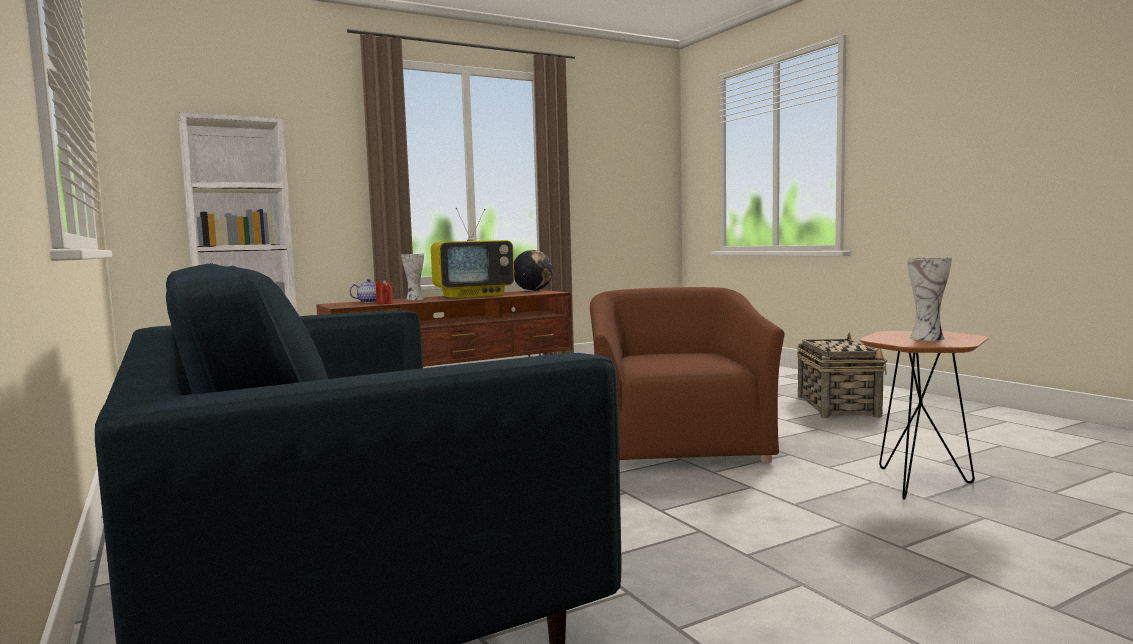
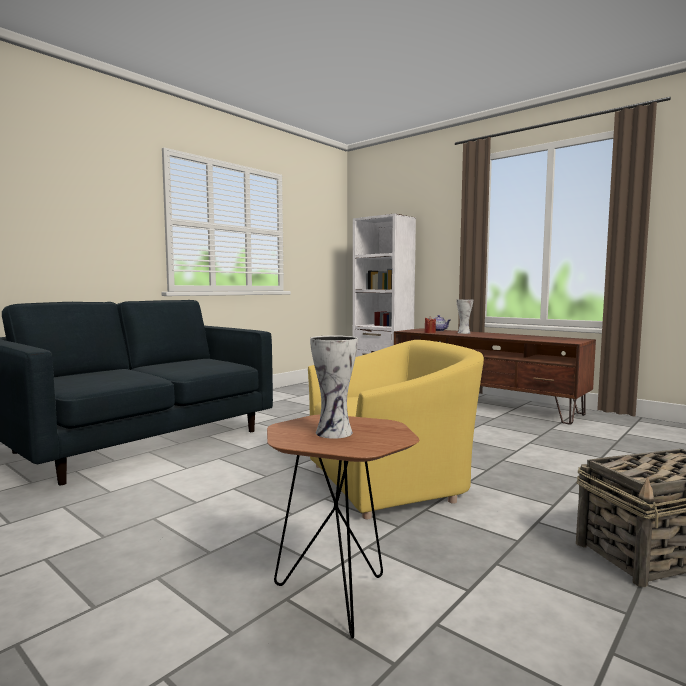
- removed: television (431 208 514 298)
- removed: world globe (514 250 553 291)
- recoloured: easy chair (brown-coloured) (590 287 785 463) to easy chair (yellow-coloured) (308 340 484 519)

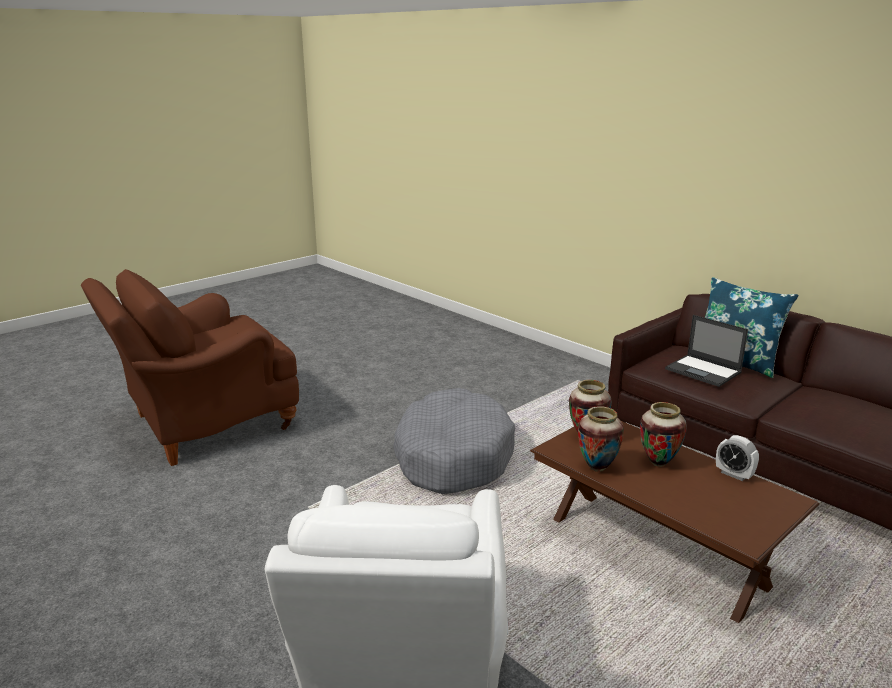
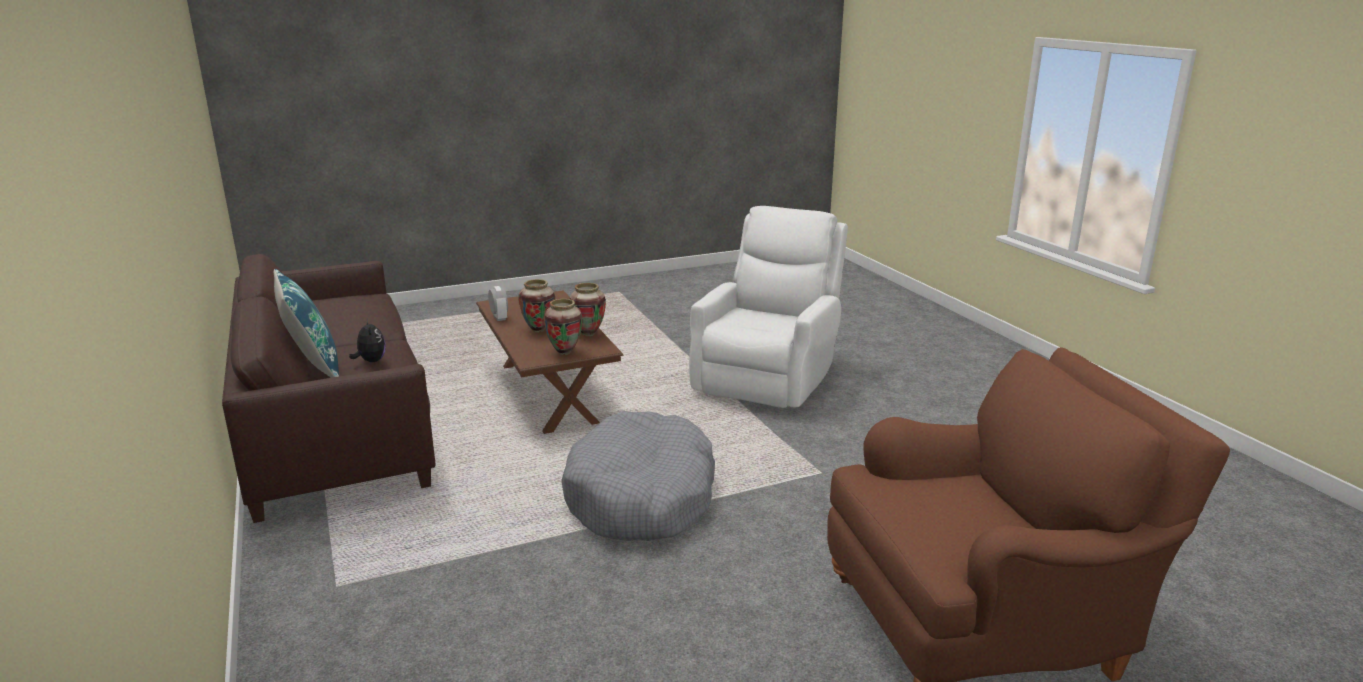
- replaced: portable computer (665 315 748 387) to plush toy (349 319 386 362)

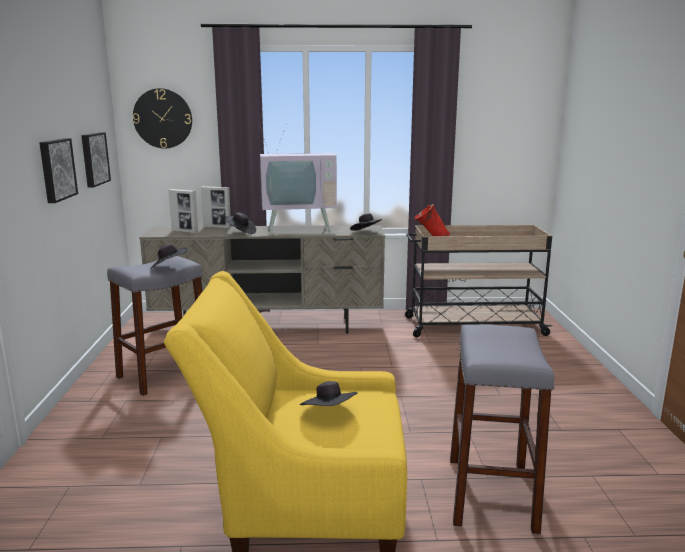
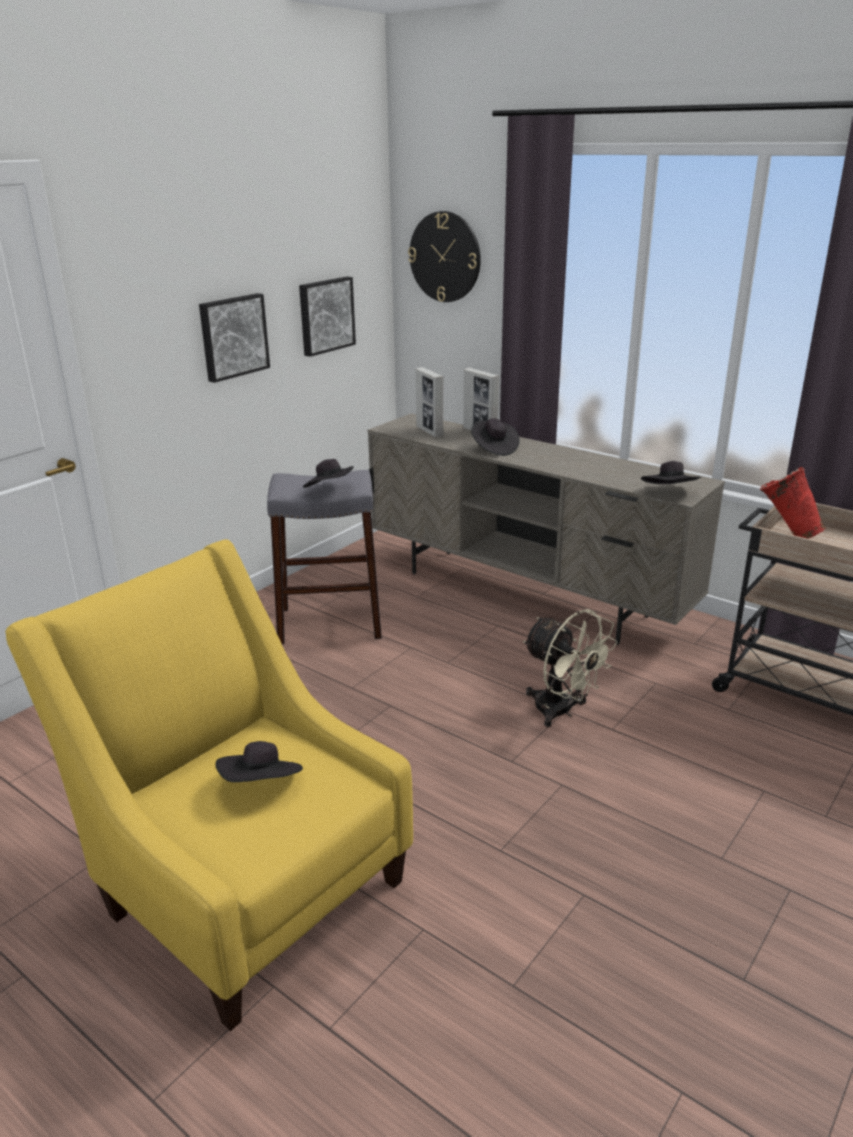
- removed: television (259 122 337 235)
- removed: stool seat (gray) (450 325 554 534)
- added: electric fan (beige-coloured) (523 609 618 727)

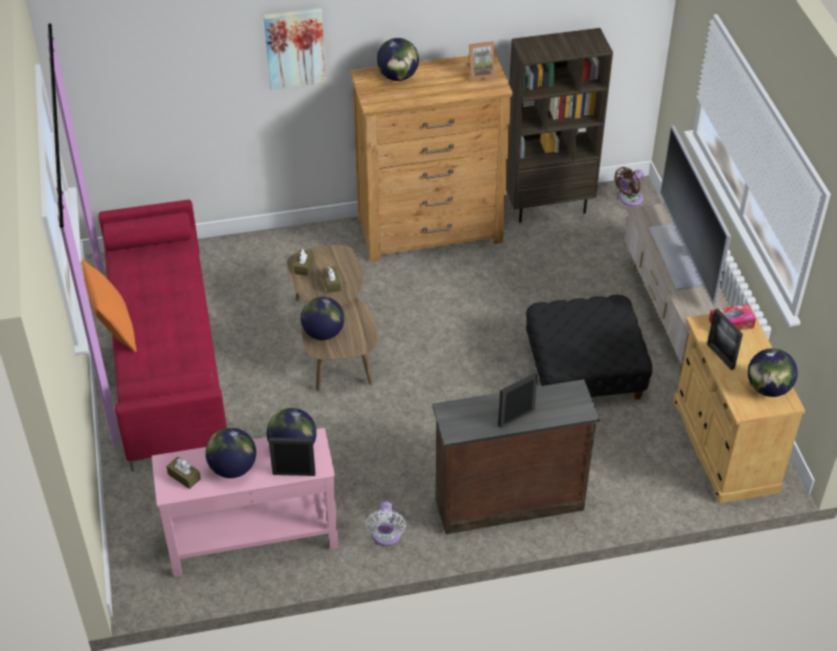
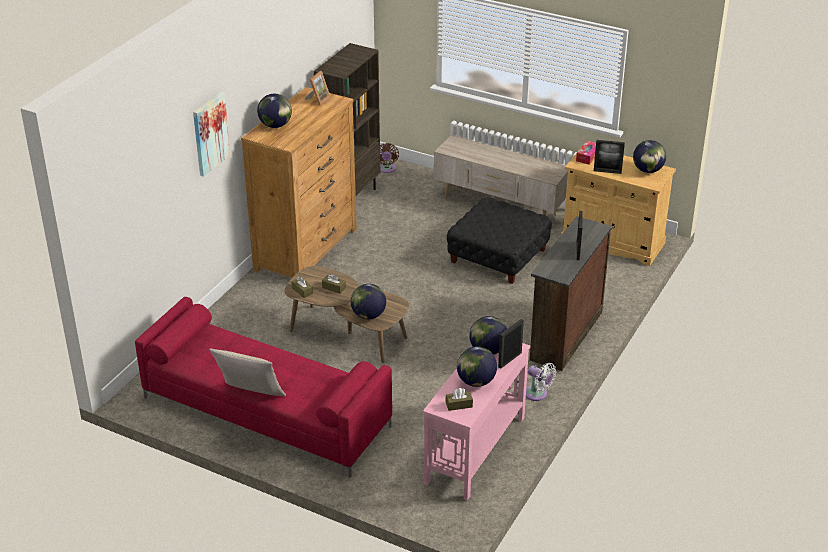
- recoloured: throw pillow (orange-coloured) (82 259 137 352) to throw pillow (beige-coloured) (209 349 286 396)
- removed: television (649 125 731 305)

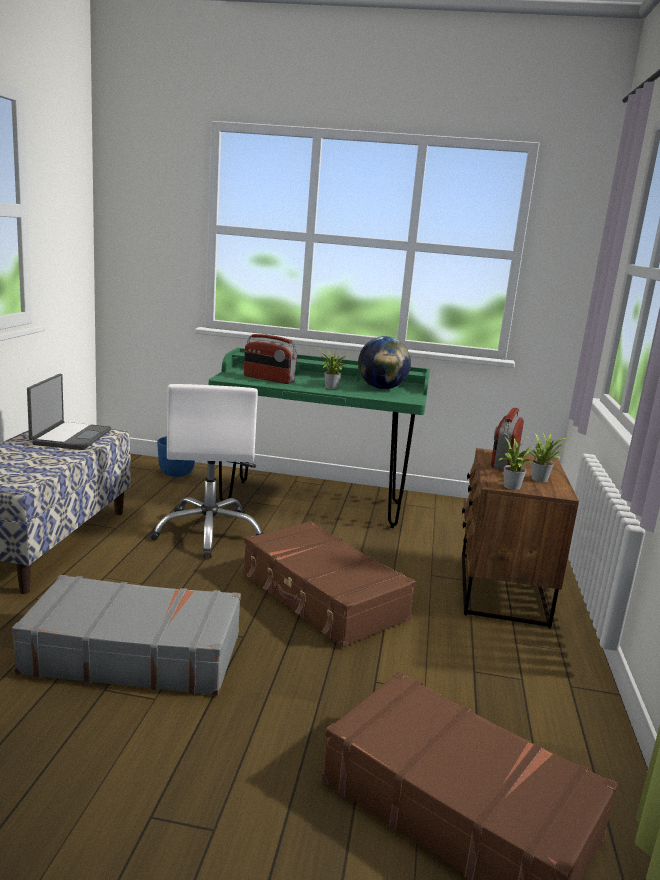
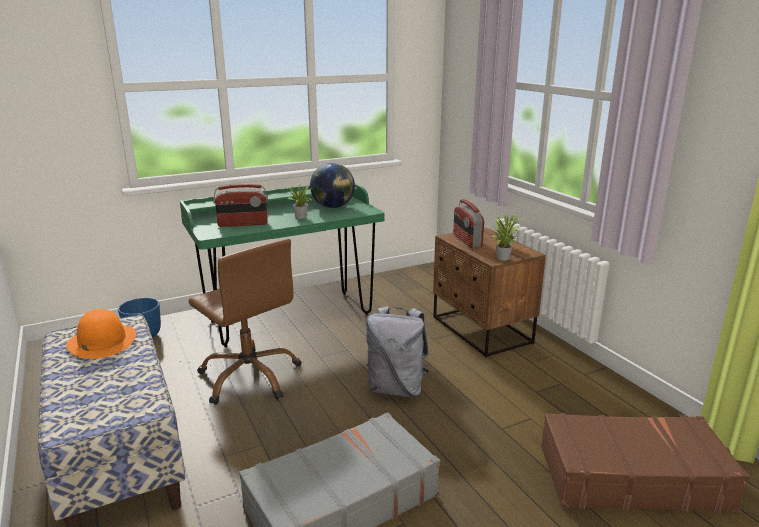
- replaced: portable computer (27 374 111 450) to wearable hat (orange-coloured) (66 309 136 359)
- recoloured: office chair (white-coloured) (149 384 263 558) to office chair (brown-coloured) (189 239 301 405)
- replaced: suitcase (brown-coloured) (243 521 416 648) to backpack (gray) (366 306 429 397)

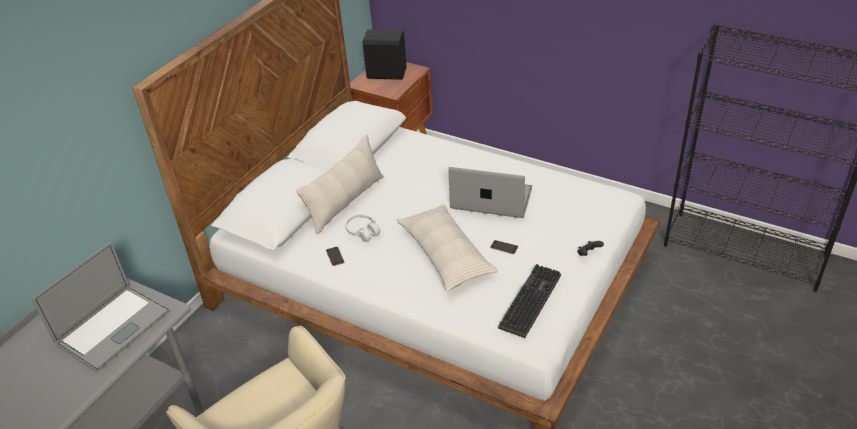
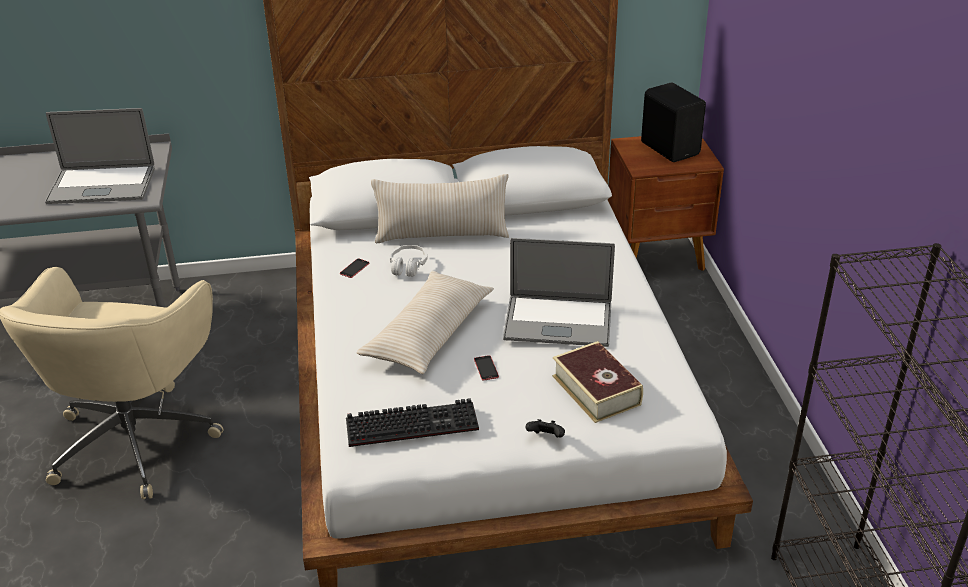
- turned: portable computer (448 167 532 218) = (503 238 615 347) 120 degrees clockwise
- added: volume (552 341 643 423)

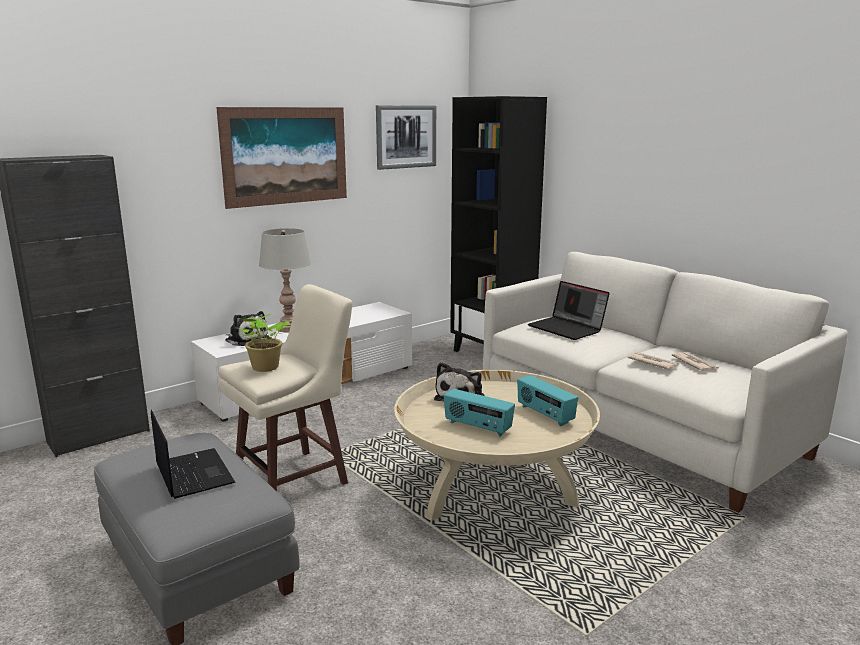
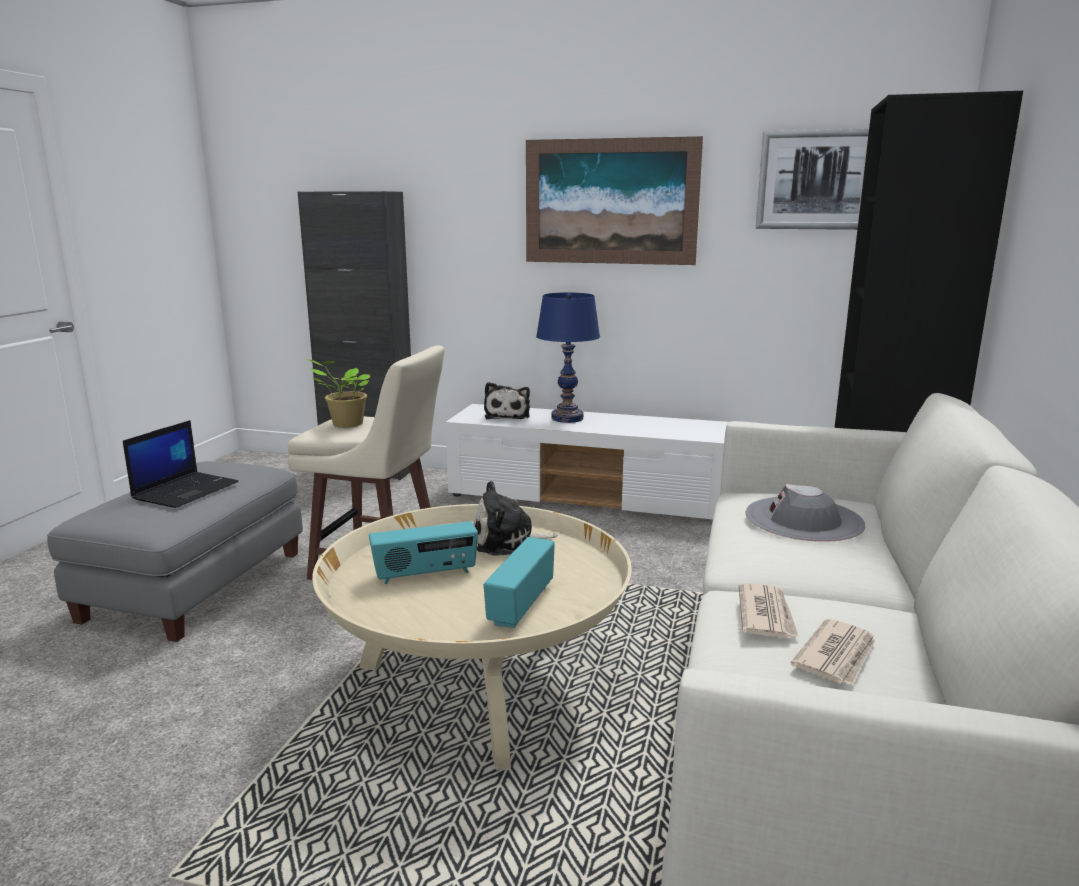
- recoloured: table lamp (gray) (259 228 311 332) to table lamp (bluish) (536 292 600 423)
- turned: radio set (443 389 515 437) = (369 521 478 584) 105 degrees counterclockwise
- replaced: portable computer (528 281 610 340) to wearable hat (gray) (746 484 865 542)

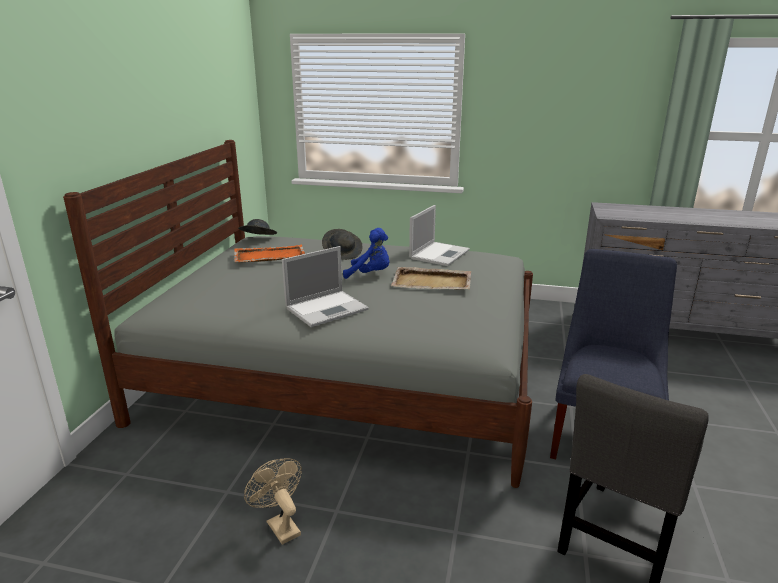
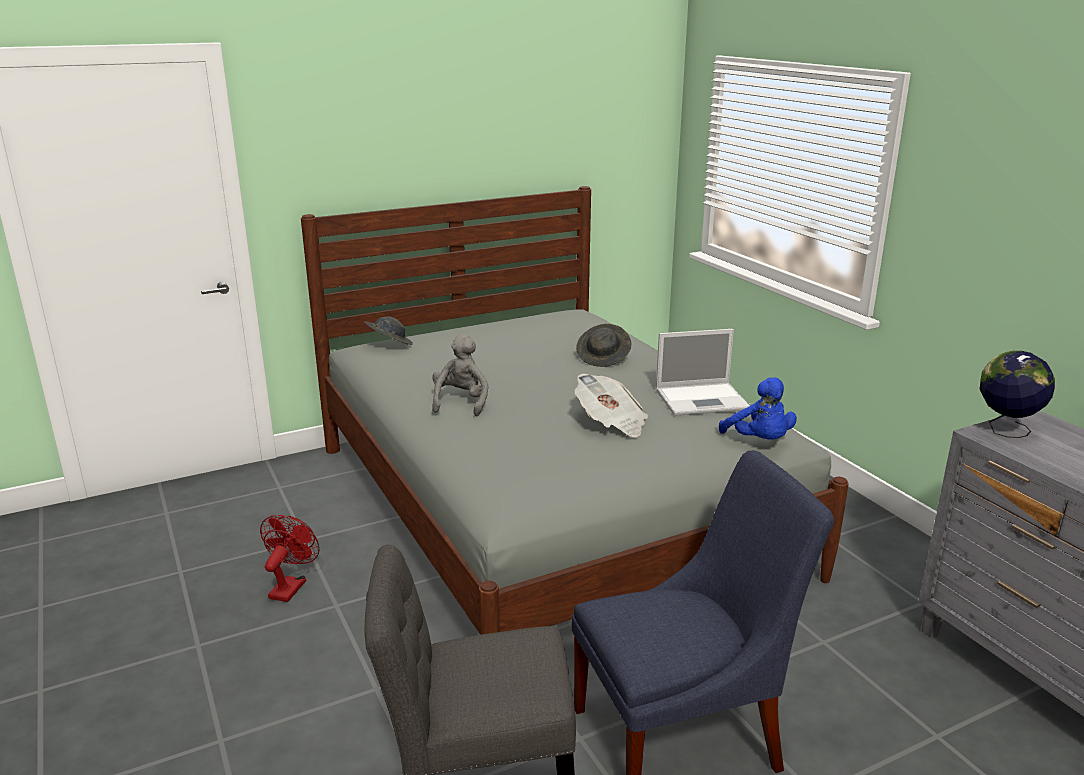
- removed: carrying tray (orange-coloured) (234 245 305 262)
- moved: wearable hat (gray) (238 219 277 235) to (364 316 413 345)
- recoloured: electric fan (beige-coloured) (244 458 302 545) to electric fan (red) (260 515 320 602)
- replaced: portable computer (282 246 369 327) to plush toy (gray) (432 334 488 416)
- moved: plush toy (bluish) (343 228 390 279) to (719 377 797 440)
- replaced: carrying tray (beige-coloured) (391 267 471 289) to printed paper (574 373 648 438)
- added: world globe (980 351 1055 438)

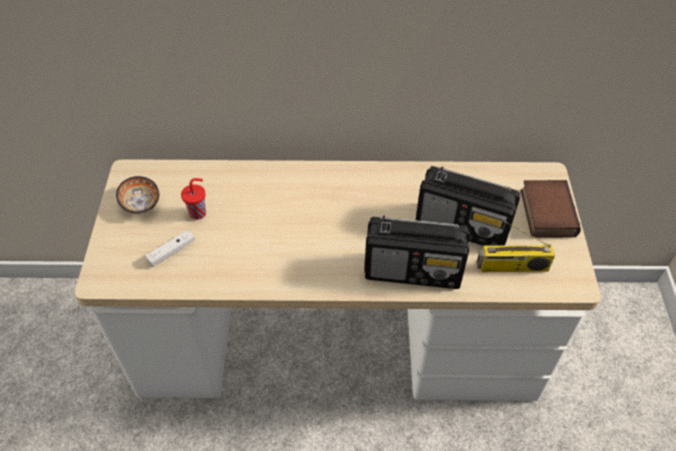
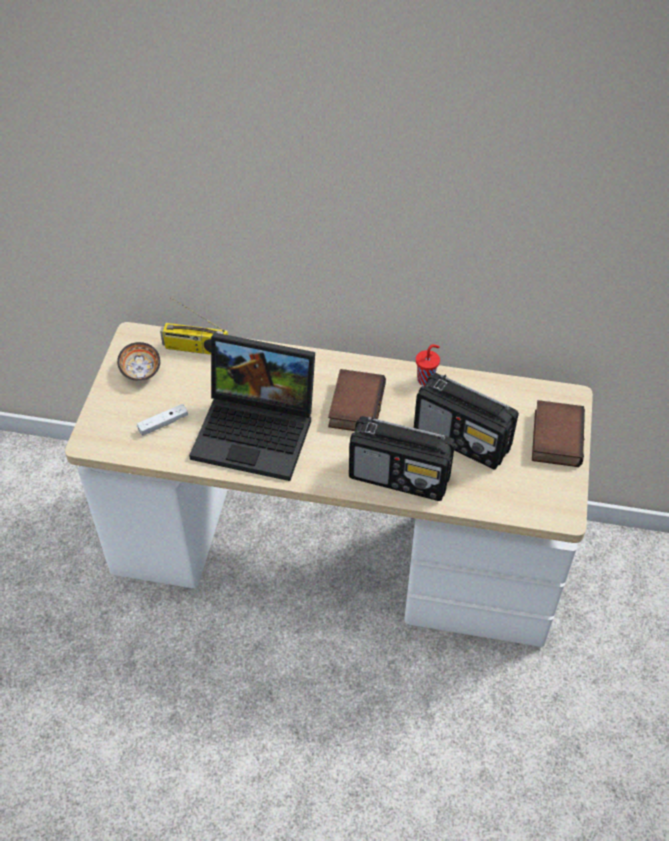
- moved: small cup (red) (181 178 206 220) to (416 344 440 386)
- moved: radio set (477 220 555 272) to (160 297 228 355)
- added: portable computer (189 333 315 481)
- added: volume (328 369 386 431)

